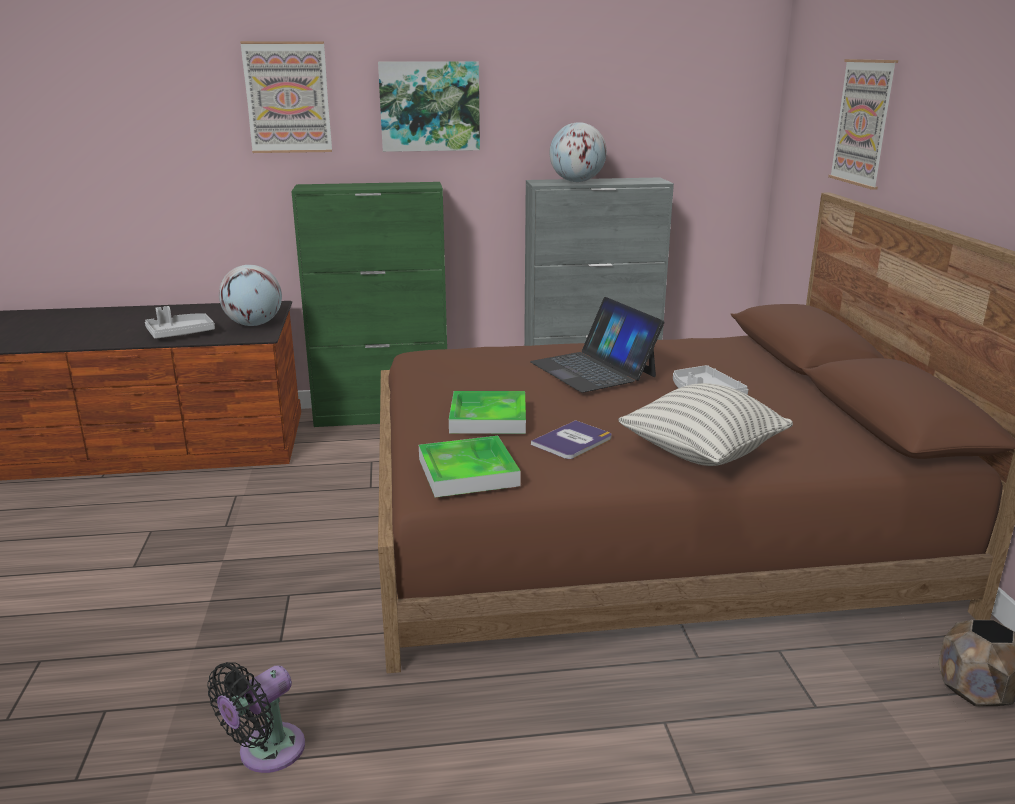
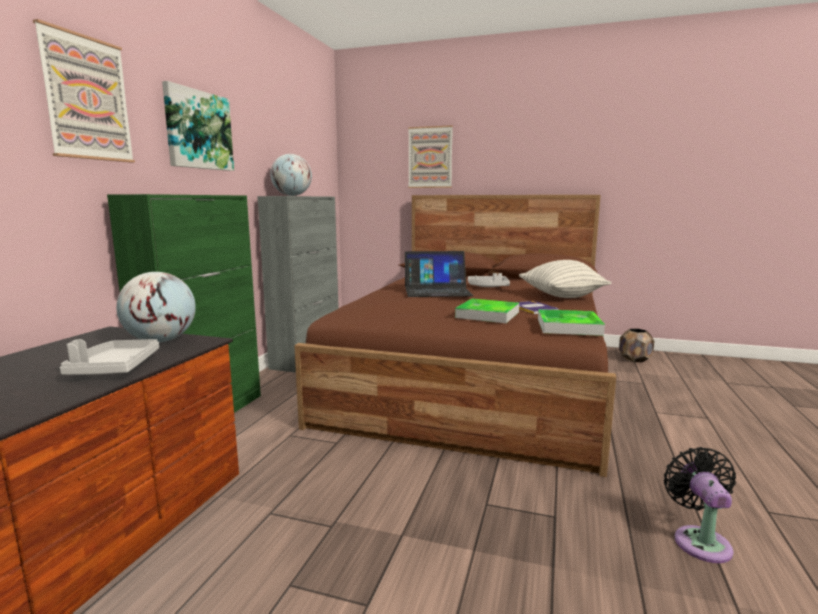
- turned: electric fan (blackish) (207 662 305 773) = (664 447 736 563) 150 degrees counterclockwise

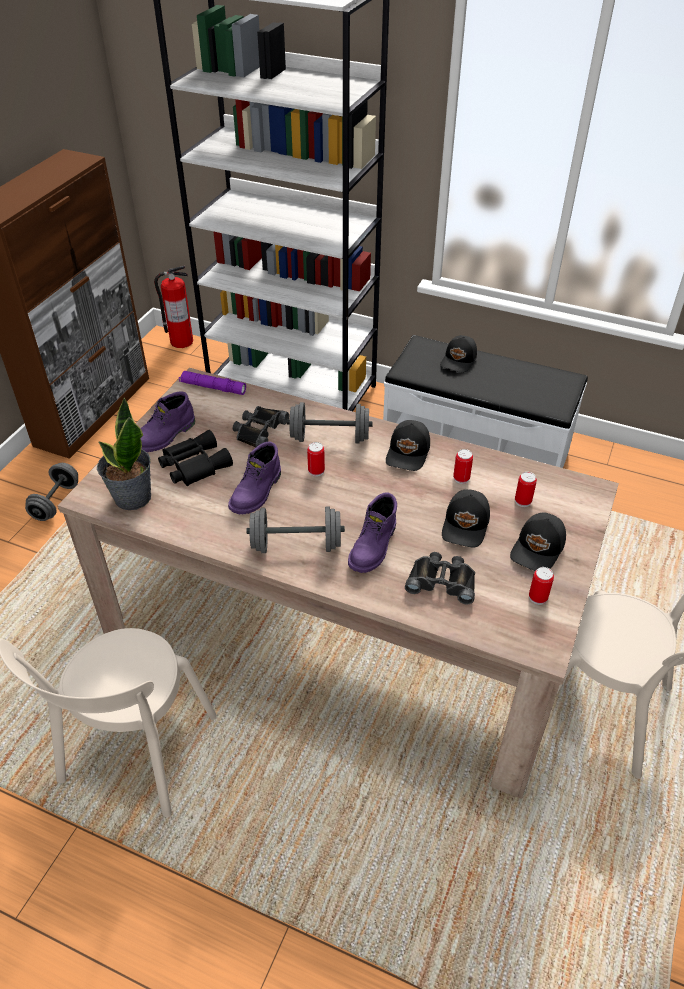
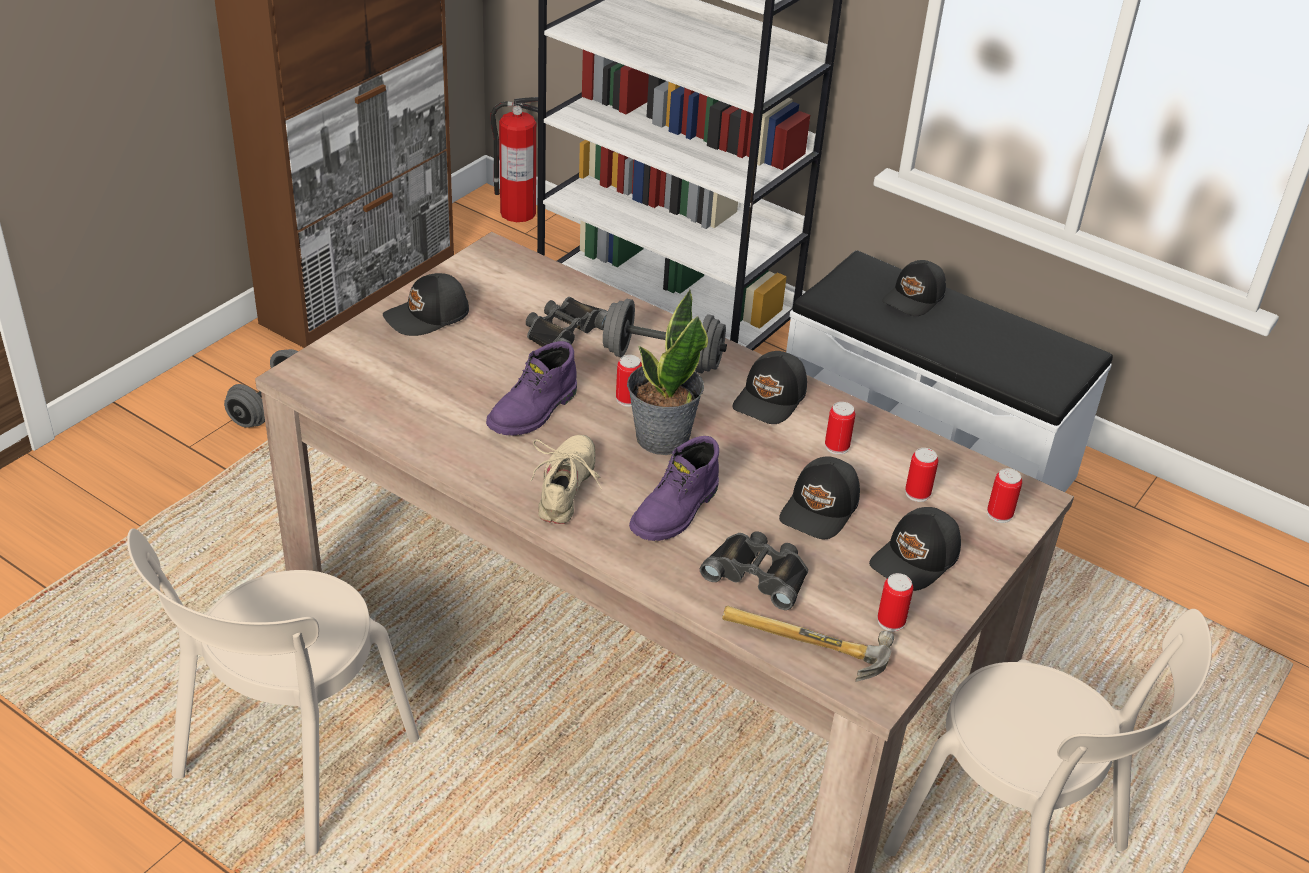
- moved: potted plant (97 398 151 510) to (627 289 708 455)
- replaced: boot (purplish) (140 391 195 452) to cap (blackish) (383 273 469 336)
- removed: field glasses (blackish) (158 430 233 486)
- removed: torch (purplish) (179 371 246 395)
- replaced: hand weight (gray) (247 506 345 553) to low shoe (beige-coloured) (531 435 602 524)
- added: tool hammer (722 606 894 682)
- added: metal can (987 468 1022 523)

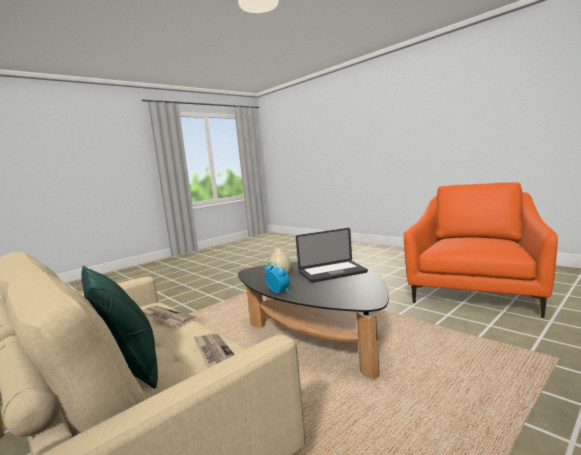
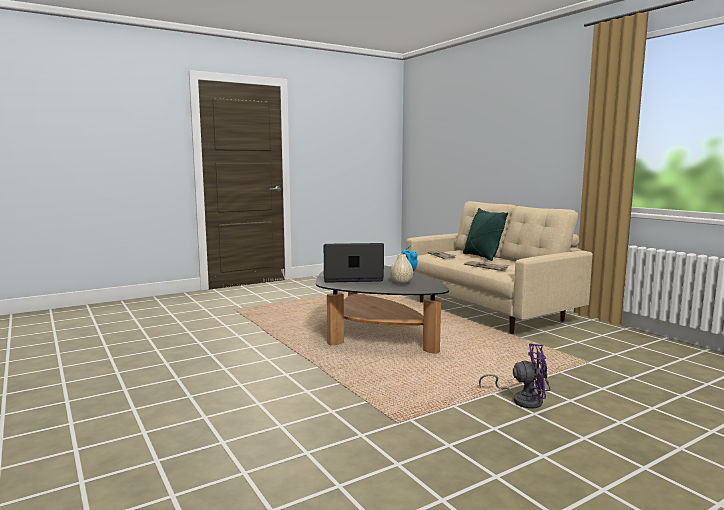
- removed: easy chair (orange-coloured) (404 182 558 318)
- added: electric fan (purplish) (479 343 550 408)

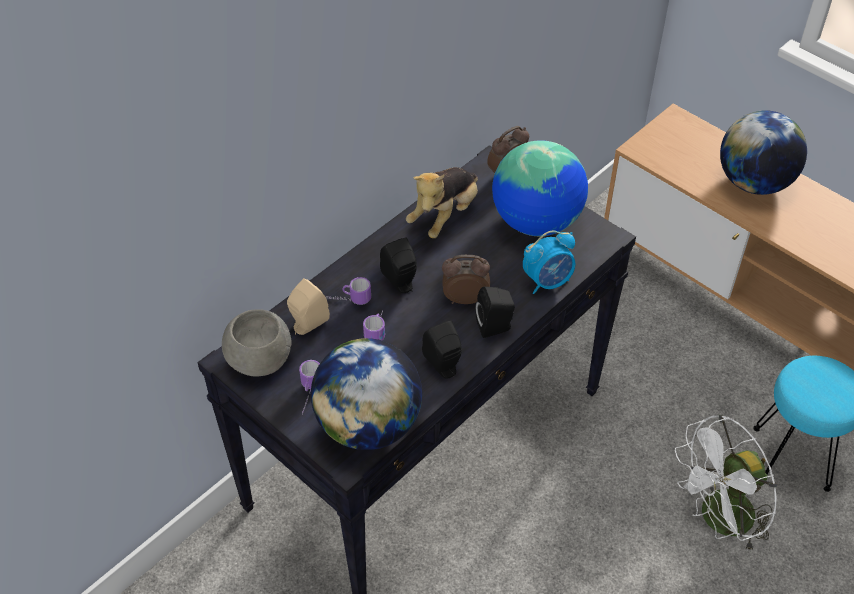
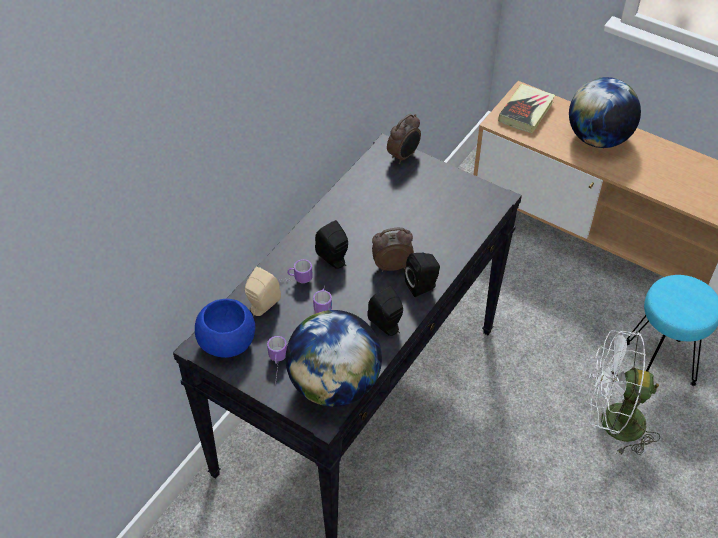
- recoloured: serving bowl (gray) (222 309 292 377) to serving bowl (bluish) (195 299 255 358)
- removed: plush toy (406 167 478 238)
- removed: world globe (492 140 588 236)
- removed: alarm clock (523 231 575 294)
- turned: electric fan (white-coloured) (675 414 777 553) = (586 330 660 455) 45 degrees clockwise
- added: volume (498 84 555 133)

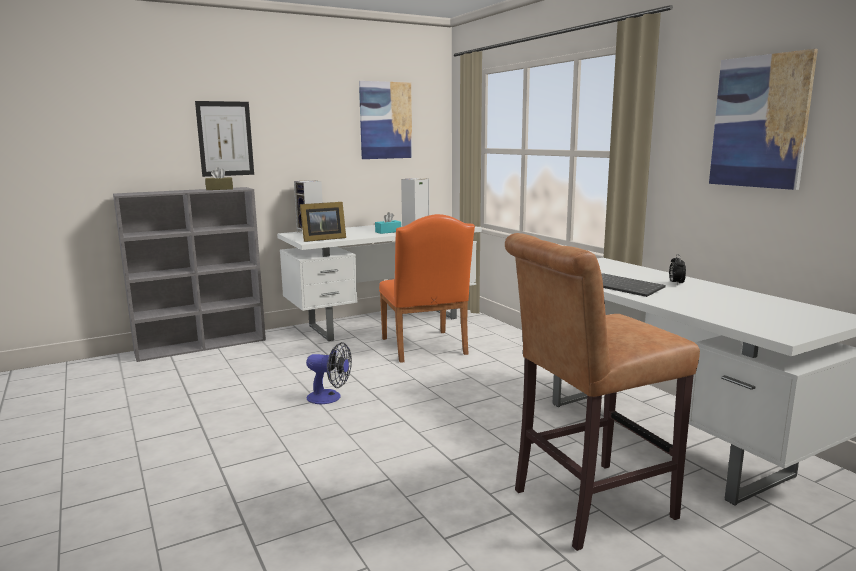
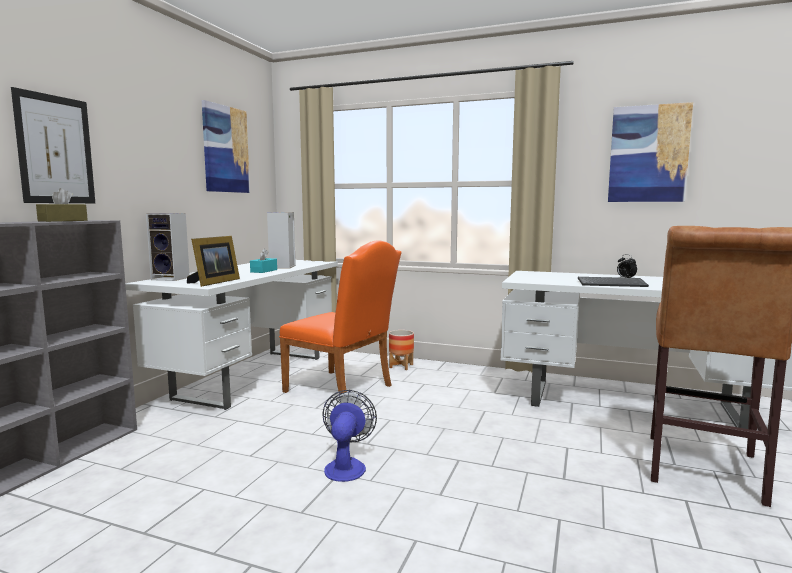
- turned: electric fan (306 342 352 404) = (322 390 377 482) 60 degrees counterclockwise
- added: flower pot (389 330 414 370)

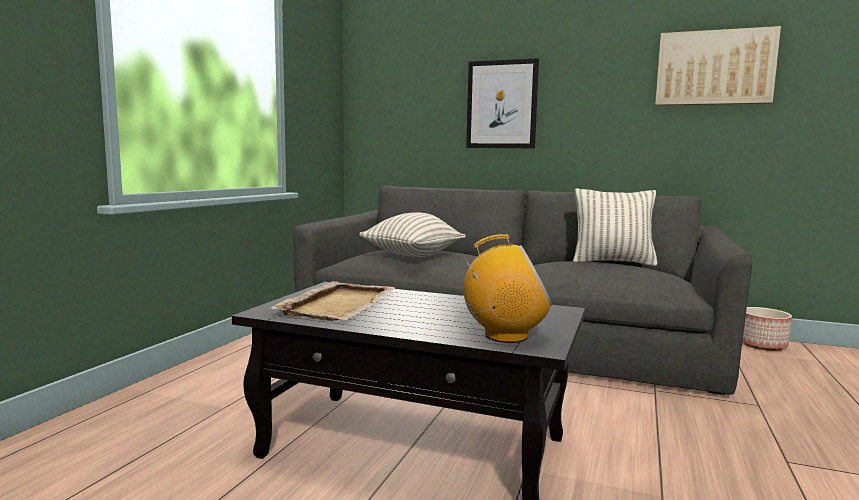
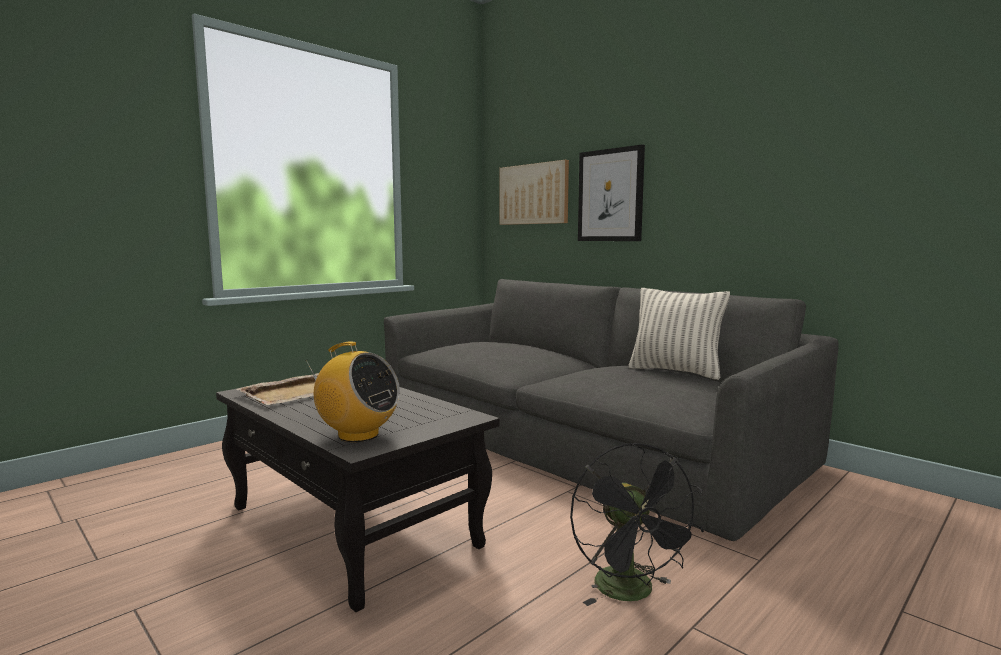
- removed: throw pillow (359 212 466 257)
- moved: picture (655 26 781 105) to (499 160 569 225)
- removed: flower pot (742 307 792 351)
- added: electric fan (blackish) (570 443 704 606)

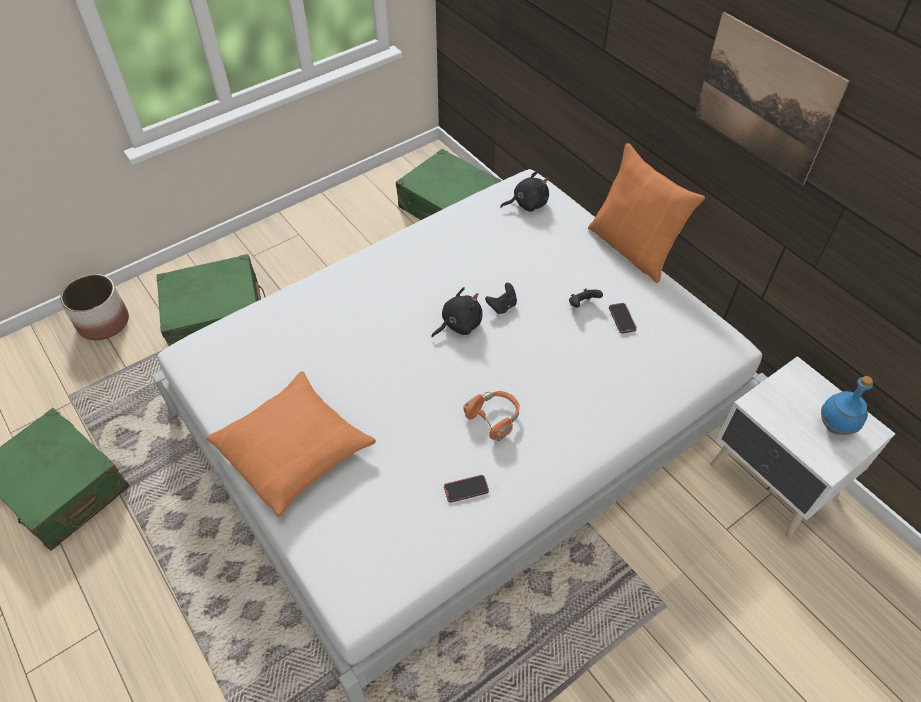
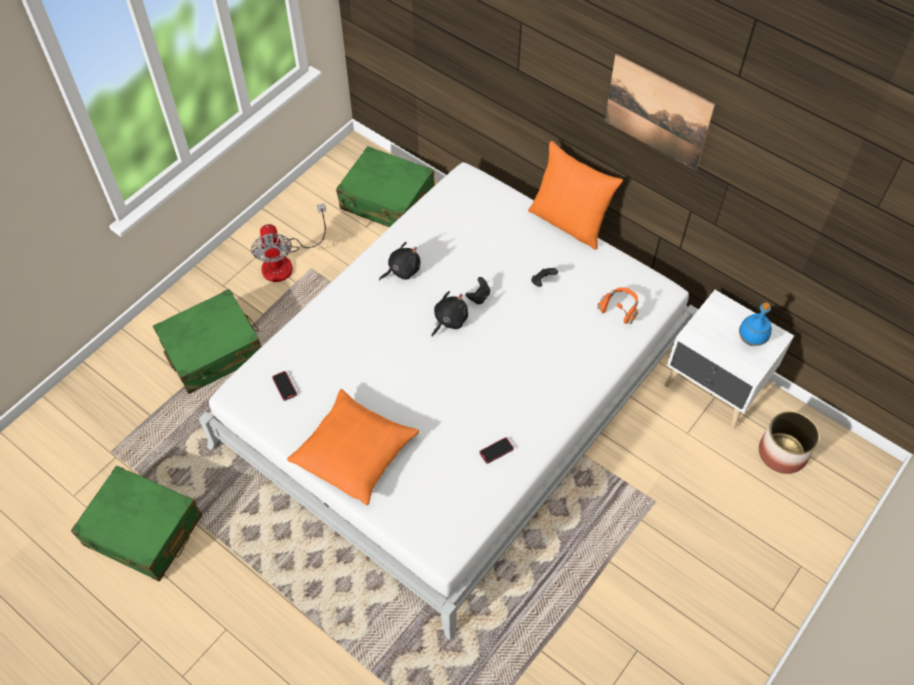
- moved: flower pot (60 274 129 340) to (759 411 820 474)
- moved: pair of headphones (orange-coloured) (464 391 520 441) to (598 287 638 324)
- moved: plush toy (blackish) (500 171 549 212) to (379 242 421 280)
- moved: telephone (609 303 637 334) to (272 371 297 401)
- added: electric fan (251 204 326 282)

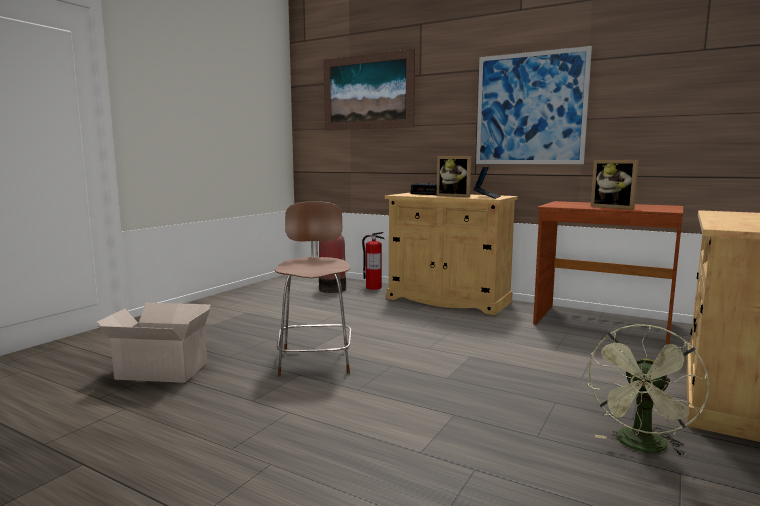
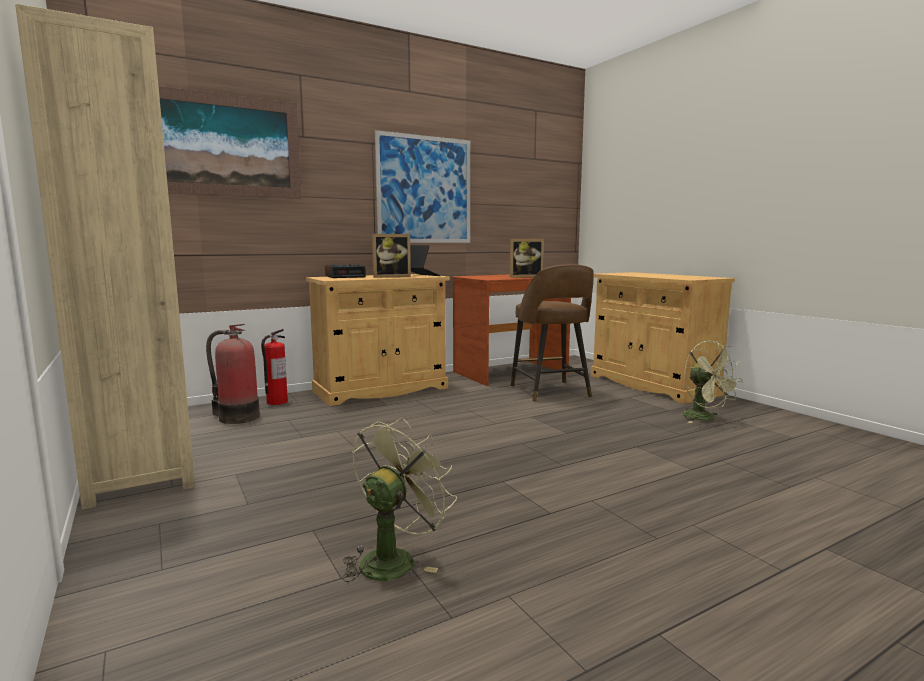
- replaced: carton (97 303 211 383) to electric fan (greenish) (342 417 457 582)
- removed: upright chair (brown-coloured) (274 202 352 376)
- added: bookshelf (beige-coloured) (15 4 195 510)
- added: stool seat (brown-coloured) (511 264 594 402)

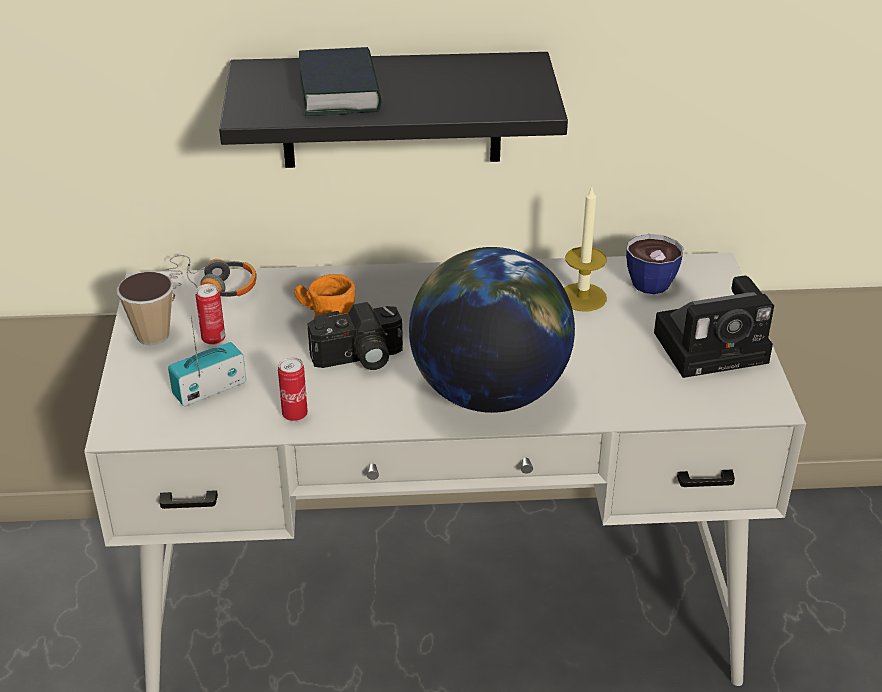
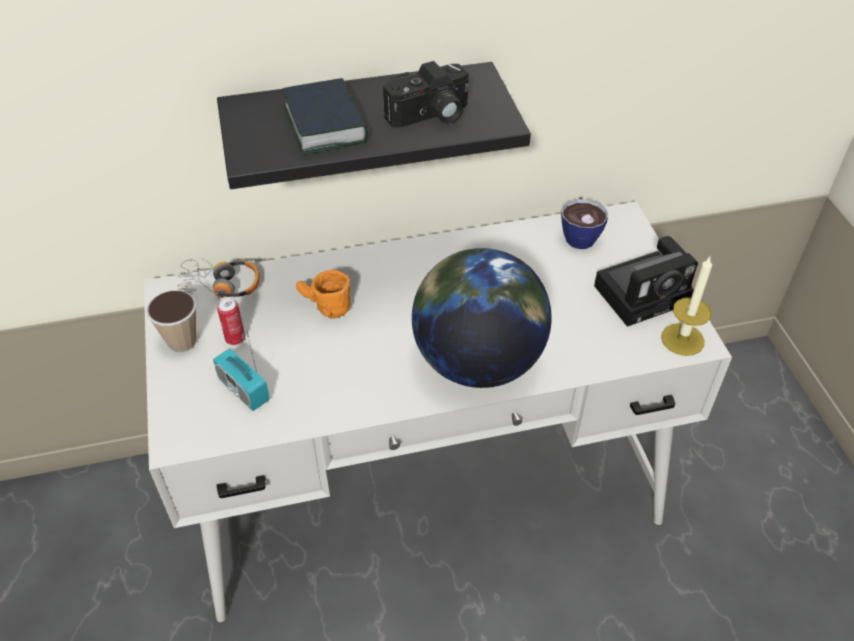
- turned: radio set (168 317 246 406) = (213 332 270 411) 90 degrees counterclockwise
- removed: metal can (278 357 308 421)
- moved: photo camera (308 302 403 370) to (383 61 469 128)
- moved: wax light (564 185 607 311) to (661 257 712 356)

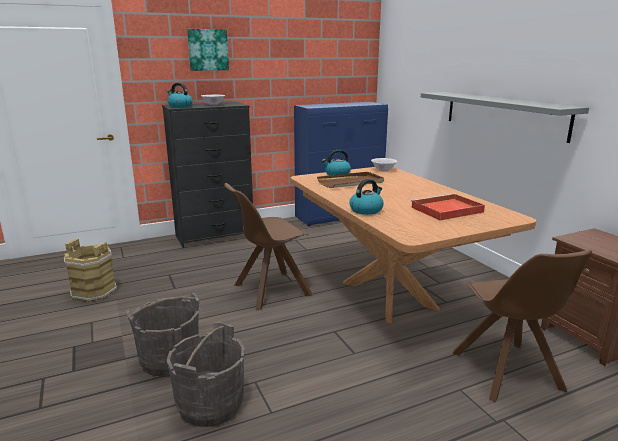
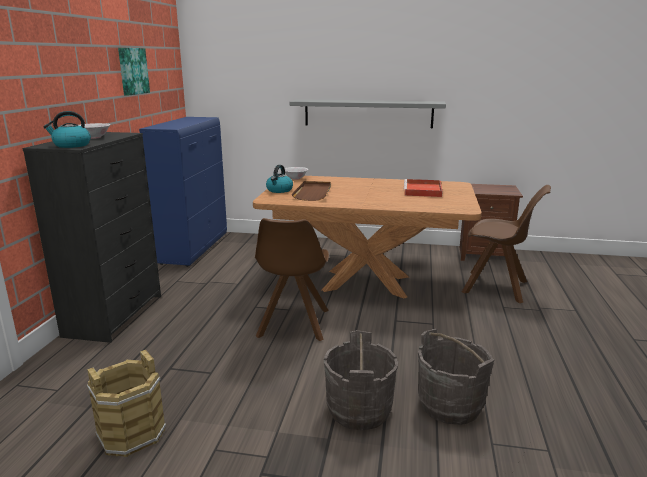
- moved: picture (187 29 229 71) to (118 48 150 96)
- removed: tea kettle (349 179 383 215)

